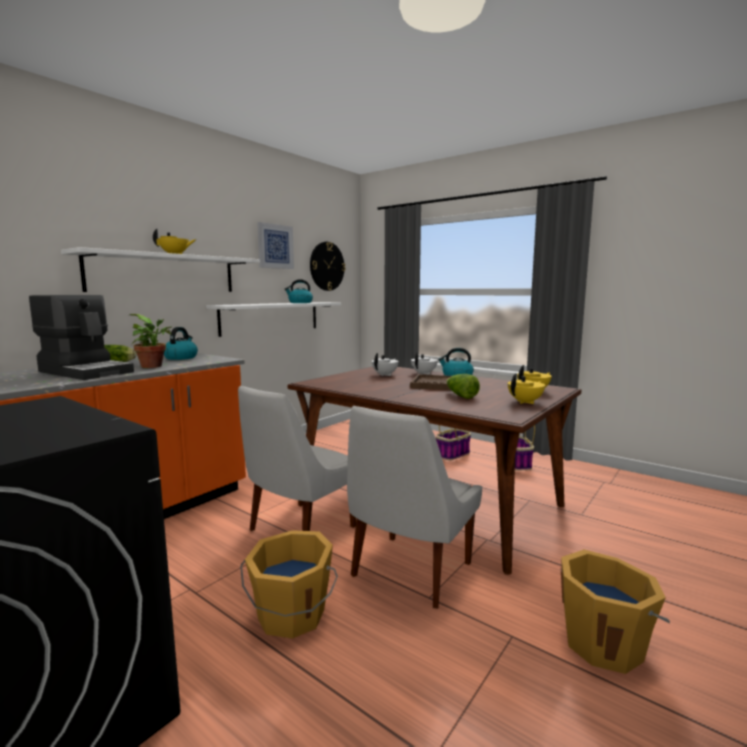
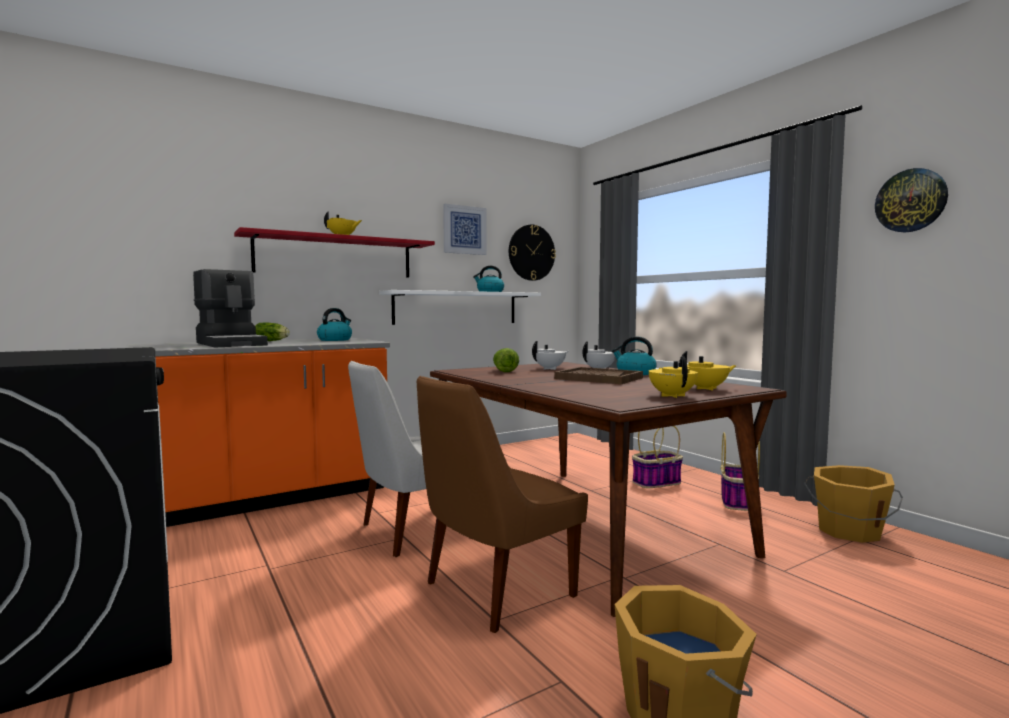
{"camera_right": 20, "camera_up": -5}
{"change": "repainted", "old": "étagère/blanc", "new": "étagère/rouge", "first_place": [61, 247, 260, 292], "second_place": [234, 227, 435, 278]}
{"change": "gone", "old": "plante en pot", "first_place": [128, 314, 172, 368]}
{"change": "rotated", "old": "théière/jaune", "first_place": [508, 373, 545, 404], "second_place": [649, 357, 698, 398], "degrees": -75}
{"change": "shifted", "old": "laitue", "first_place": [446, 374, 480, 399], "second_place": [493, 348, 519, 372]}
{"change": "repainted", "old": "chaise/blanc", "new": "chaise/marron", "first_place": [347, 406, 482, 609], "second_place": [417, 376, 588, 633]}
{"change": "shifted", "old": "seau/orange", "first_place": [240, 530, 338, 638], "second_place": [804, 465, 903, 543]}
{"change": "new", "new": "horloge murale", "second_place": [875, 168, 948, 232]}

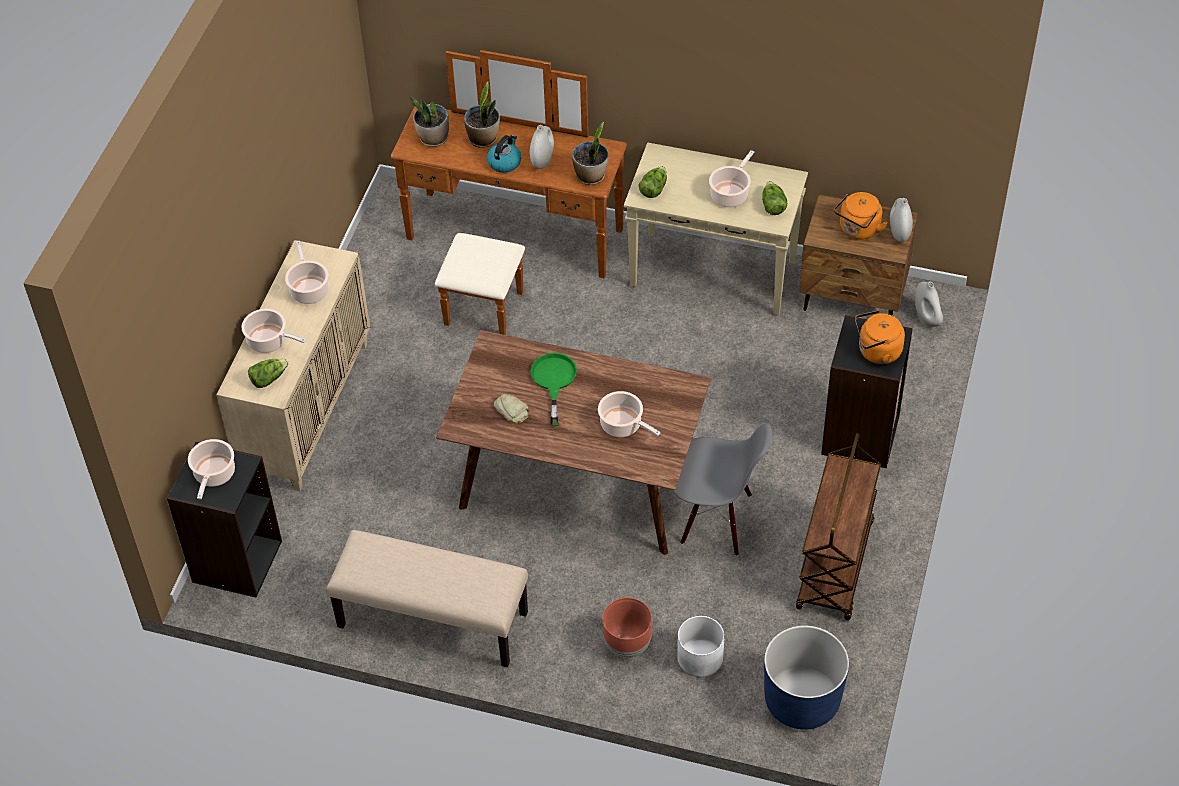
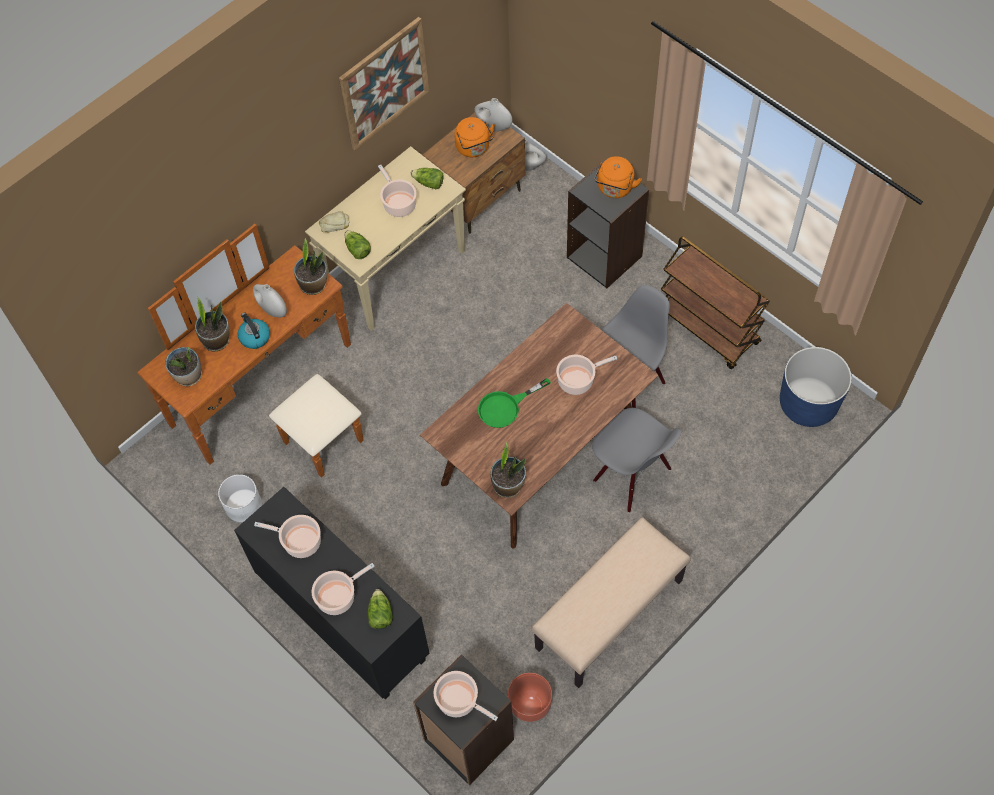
{"camera_right": -60, "camera_up": 10}
{"change": "repainted", "old": "meuble de rangement/beige", "new": "meuble de rangement/noir", "first_place": [216, 240, 370, 491], "second_place": [234, 487, 429, 700]}
{"change": "rotated", "old": "poêle/vert", "first_place": [530, 353, 577, 426], "second_place": [478, 378, 551, 428], "degrees": -60}
{"change": "shifted", "old": "pain", "first_place": [494, 394, 529, 424], "second_place": [319, 211, 350, 232]}
{"change": "shifted", "old": "cache-pot/marron", "first_place": [602, 598, 652, 658], "second_place": [508, 673, 552, 723]}
{"change": "shifted", "old": "cache-pot/blanc", "first_place": [677, 616, 725, 677], "second_place": [218, 474, 262, 523]}
{"change": "new", "new": "tableau", "second_place": [339, 17, 429, 150]}
{"change": "new", "new": "chaise/gris", "second_place": [592, 408, 682, 512]}
{"change": "new", "new": "plante en pot", "second_place": [490, 442, 526, 498]}

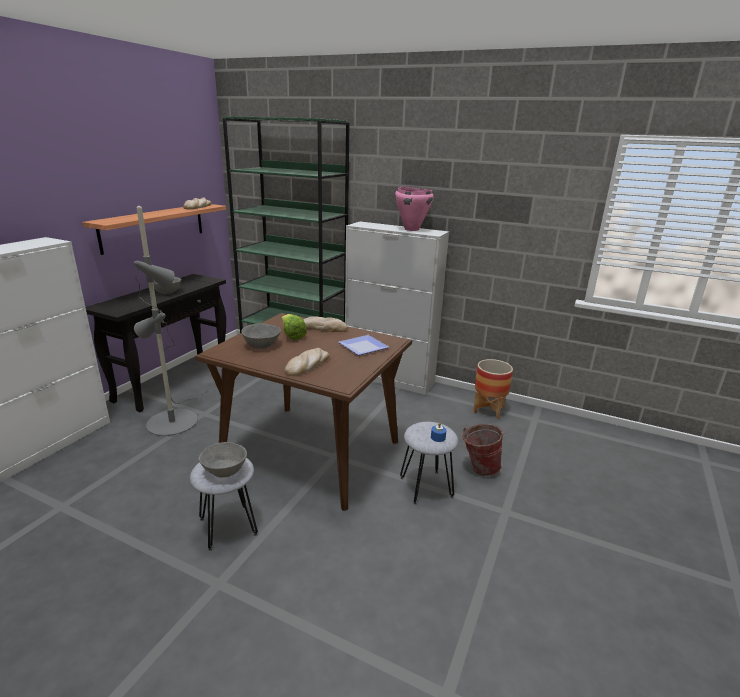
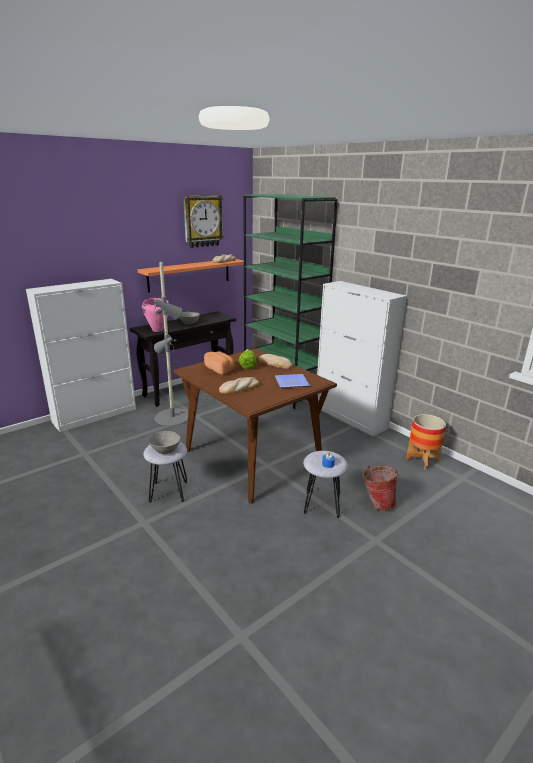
{"camera_right": 25, "camera_up": 0}
{"change": "shifted", "old": "marmite/rose", "first_place": [395, 187, 434, 231], "second_place": [142, 298, 169, 332]}
{"change": "swapped", "old": "bol/gris", "new": "pain", "first_place": [241, 324, 281, 349], "second_place": [204, 352, 235, 375]}
{"change": "new", "new": "horloge murale", "second_place": [183, 195, 224, 248]}

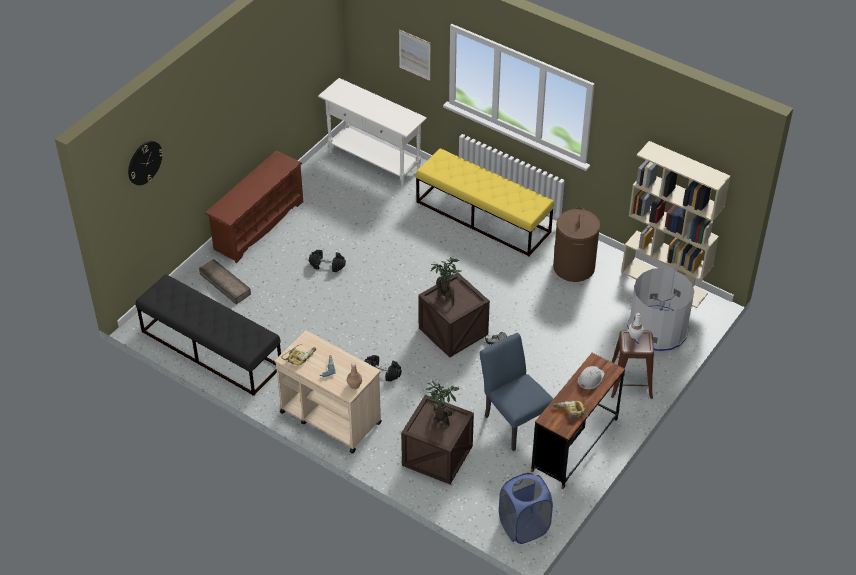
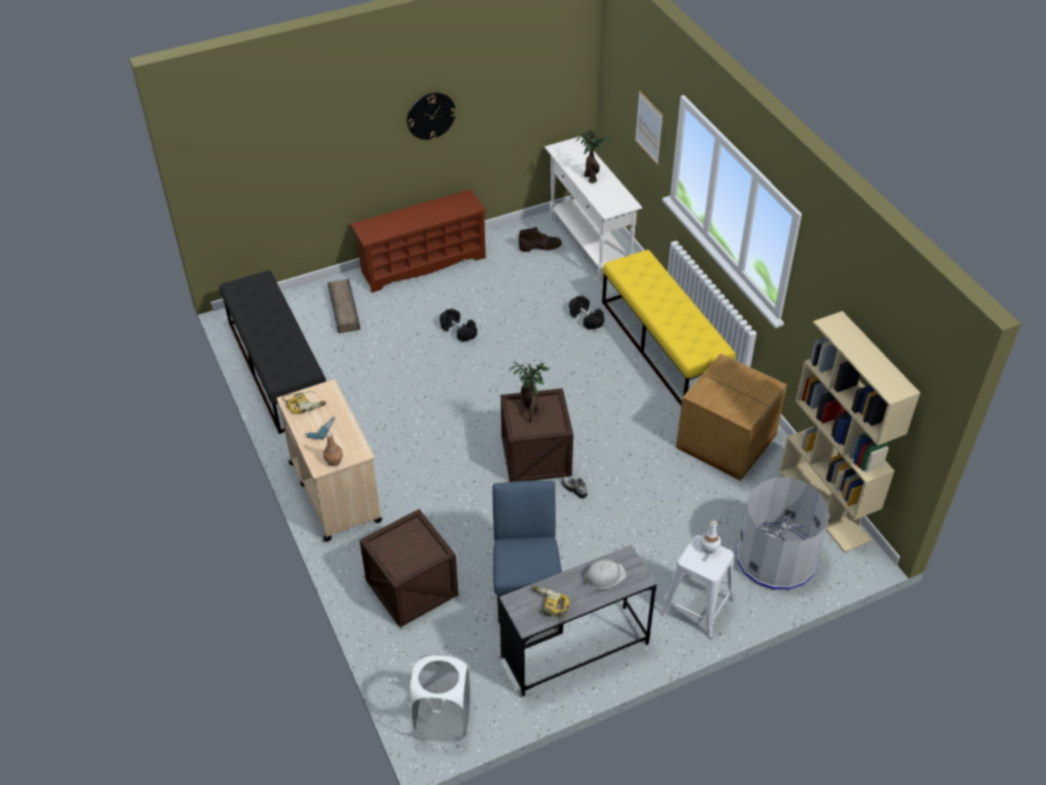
{"camera_right": 30, "camera_up": 0}
{"change": "shifted", "old": "horloge murale", "first_place": [128, 141, 163, 185], "second_place": [407, 93, 456, 140]}
{"change": "swapped", "old": "panier à linge/marron", "new": "carton", "first_place": [553, 207, 600, 282], "second_place": [676, 353, 787, 481]}
{"change": "repainted", "old": "tabouret/marron", "new": "tabouret/blanc", "first_place": [611, 330, 654, 399], "second_place": [661, 535, 734, 638]}
{"change": "repainted", "old": "bureau/marron", "new": "bureau/gris", "first_place": [531, 353, 625, 489], "second_place": [499, 545, 657, 697]}
{"change": "shifted", "old": "haltère/noir", "first_place": [364, 355, 402, 382], "second_place": [569, 296, 605, 330]}
{"change": "shifted", "old": "plante en pot", "first_place": [425, 381, 459, 427], "second_place": [576, 127, 611, 183]}
{"change": "repainted", "old": "panier à linge/bleu", "new": "panier à linge/blanc", "first_place": [499, 473, 553, 544], "second_place": [409, 653, 471, 742]}
{"change": "new", "new": "botte/marron", "second_place": [519, 227, 562, 252]}

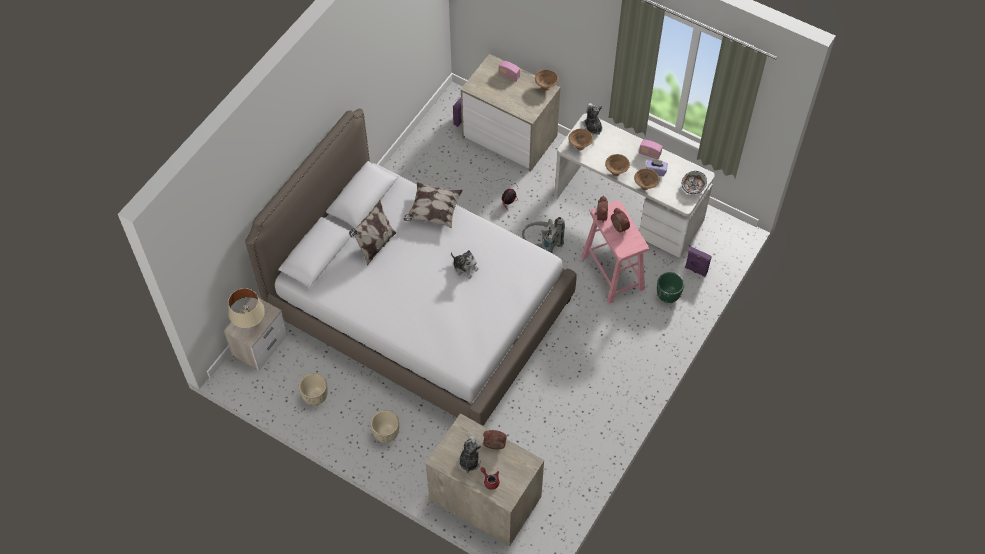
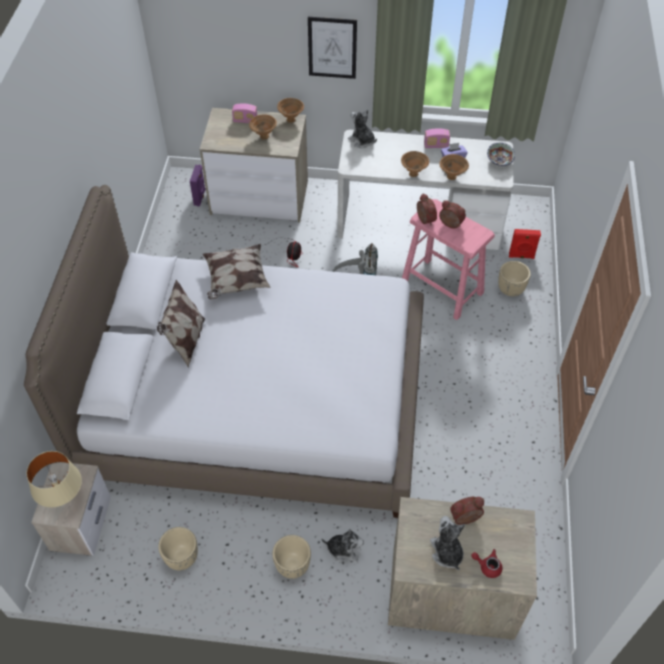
{"camera_right": -25, "camera_up": -5}
{"change": "shifted", "old": "bol/marron", "first_place": [568, 129, 593, 150], "second_place": [249, 114, 277, 140]}
{"change": "repainted", "old": "enceinte/violet", "new": "enceinte/rouge", "first_place": [685, 247, 712, 277], "second_place": [509, 229, 541, 259]}
{"change": "shifted", "old": "peluche", "first_place": [451, 250, 479, 279], "second_place": [321, 530, 364, 563]}
{"change": "repainted", "old": "cache-pot/vert", "new": "cache-pot/beige", "first_place": [657, 272, 684, 303], "second_place": [498, 261, 531, 296]}
{"change": "new", "new": "tableau", "second_place": [308, 17, 357, 79]}

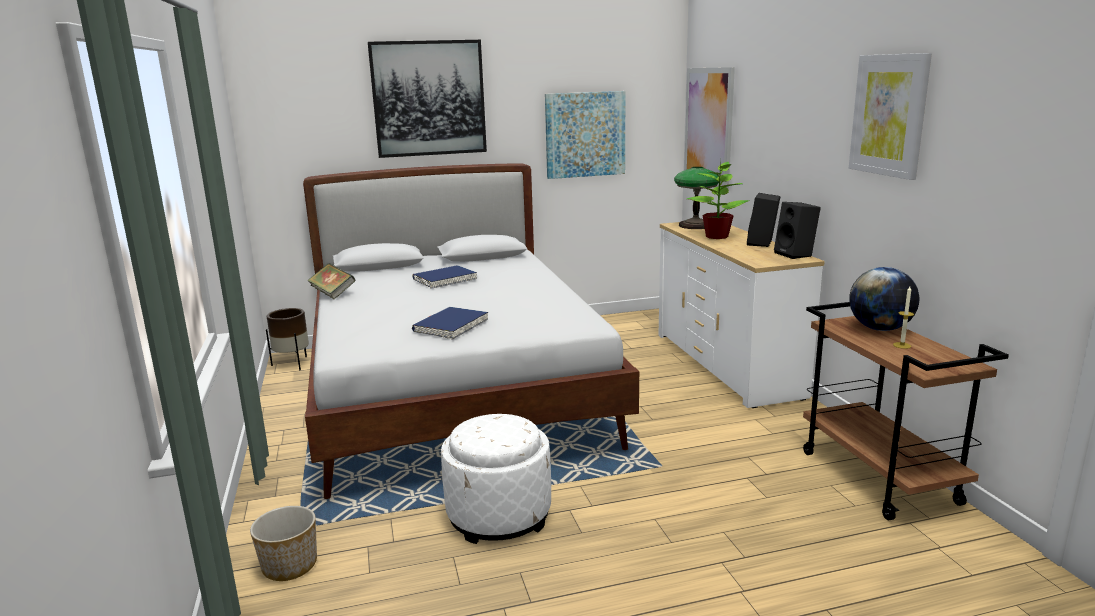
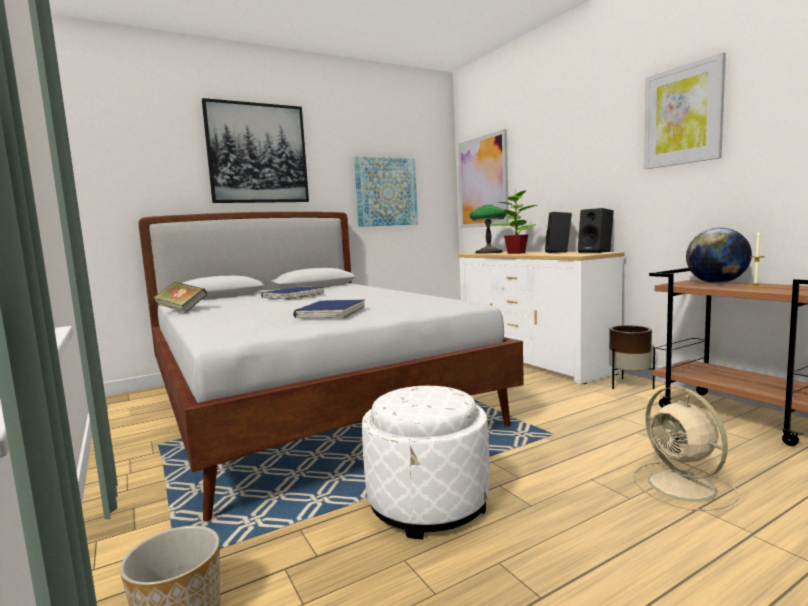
{"camera_right": -15, "camera_up": -10}
{"change": "shifted", "old": "cache-pot/marron", "first_place": [266, 308, 309, 370], "second_place": [609, 325, 655, 389]}
{"change": "new", "new": "ventilateur/beige", "second_place": [633, 387, 739, 511]}

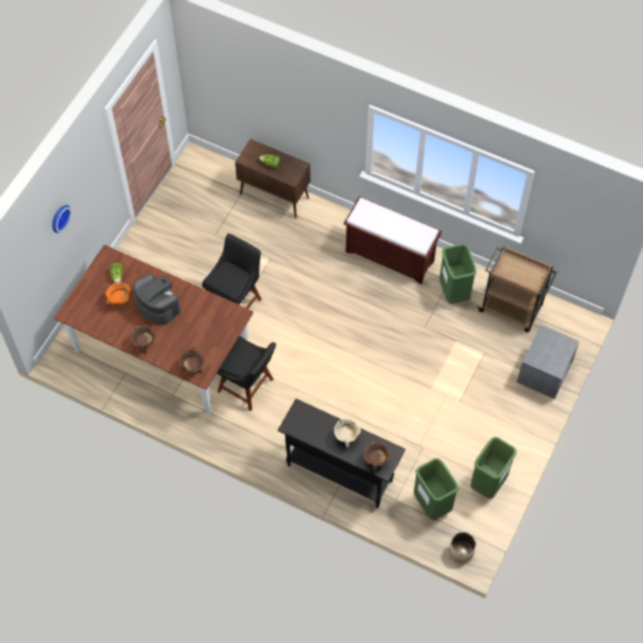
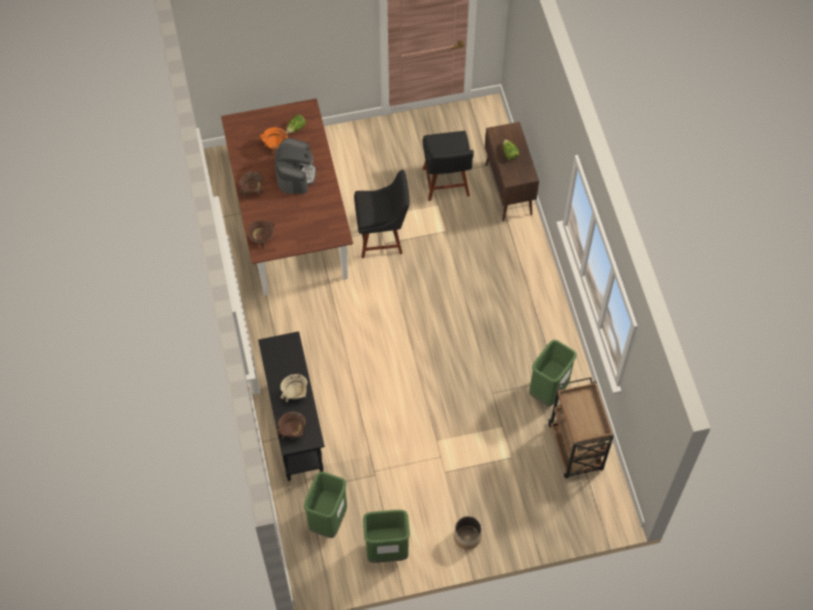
{"camera_right": 50, "camera_up": 0}
{"change": "gone", "old": "banc/marron", "first_place": [344, 196, 442, 284]}
{"change": "gone", "old": "horloge murale", "first_place": [52, 205, 72, 233]}
{"change": "gone", "old": "table de chevet/gris", "first_place": [517, 325, 579, 399]}
{"change": "shifted", "old": "chaise/noir", "first_place": [217, 336, 276, 411], "second_place": [422, 131, 474, 201]}
{"change": "shifted", "old": "cache-pot", "first_place": [449, 532, 476, 563], "second_place": [454, 516, 482, 550]}

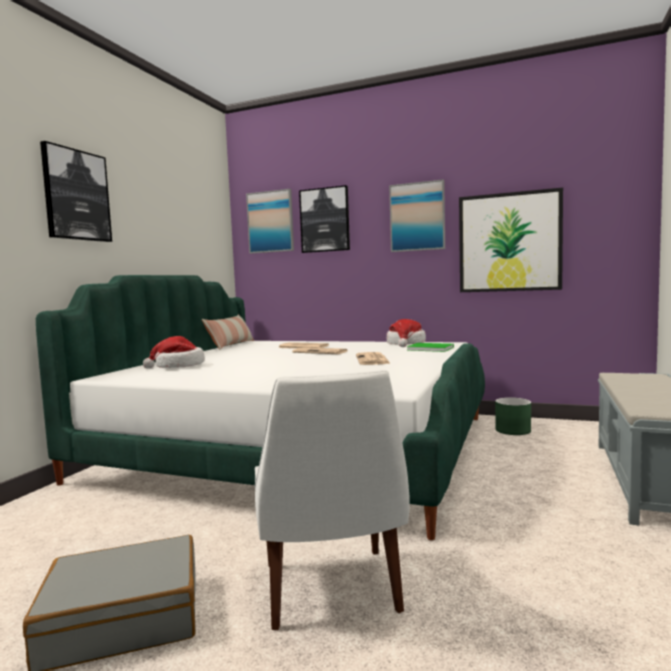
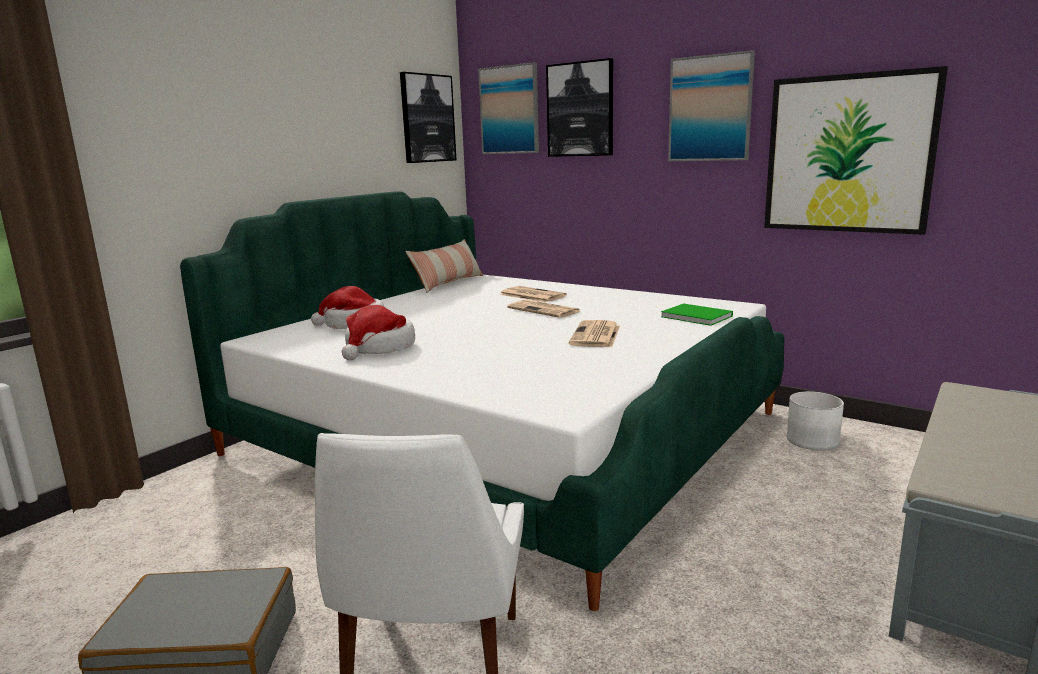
{"camera_right": 15, "camera_up": 10}
{"change": "shifted", "old": "tableau", "first_place": [40, 141, 112, 242], "second_place": [400, 72, 456, 163]}
{"change": "shifted", "old": "chapeau", "first_place": [387, 319, 426, 347], "second_place": [341, 305, 415, 360]}
{"change": "repainted", "old": "cache-pot/vert", "new": "cache-pot/blanc", "first_place": [495, 397, 531, 435], "second_place": [787, 391, 844, 451]}

